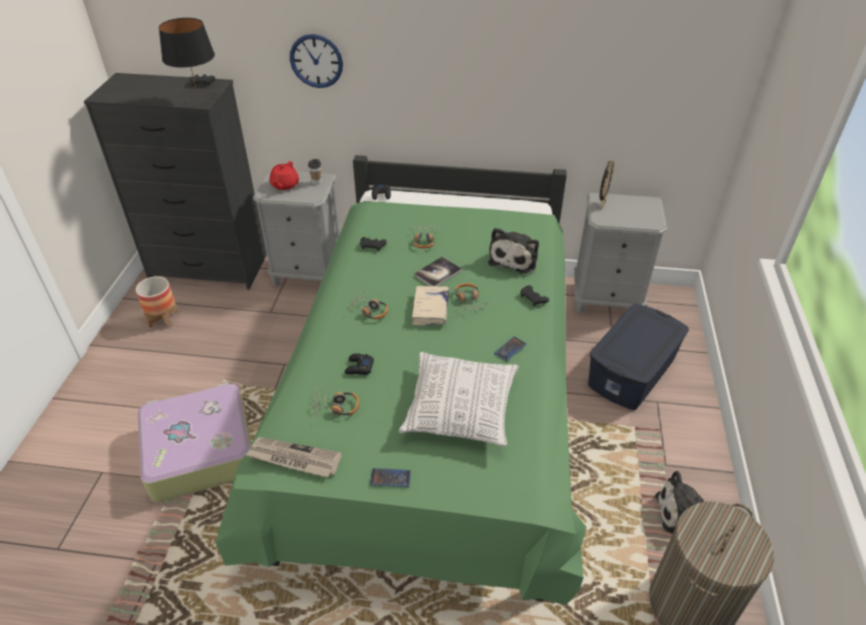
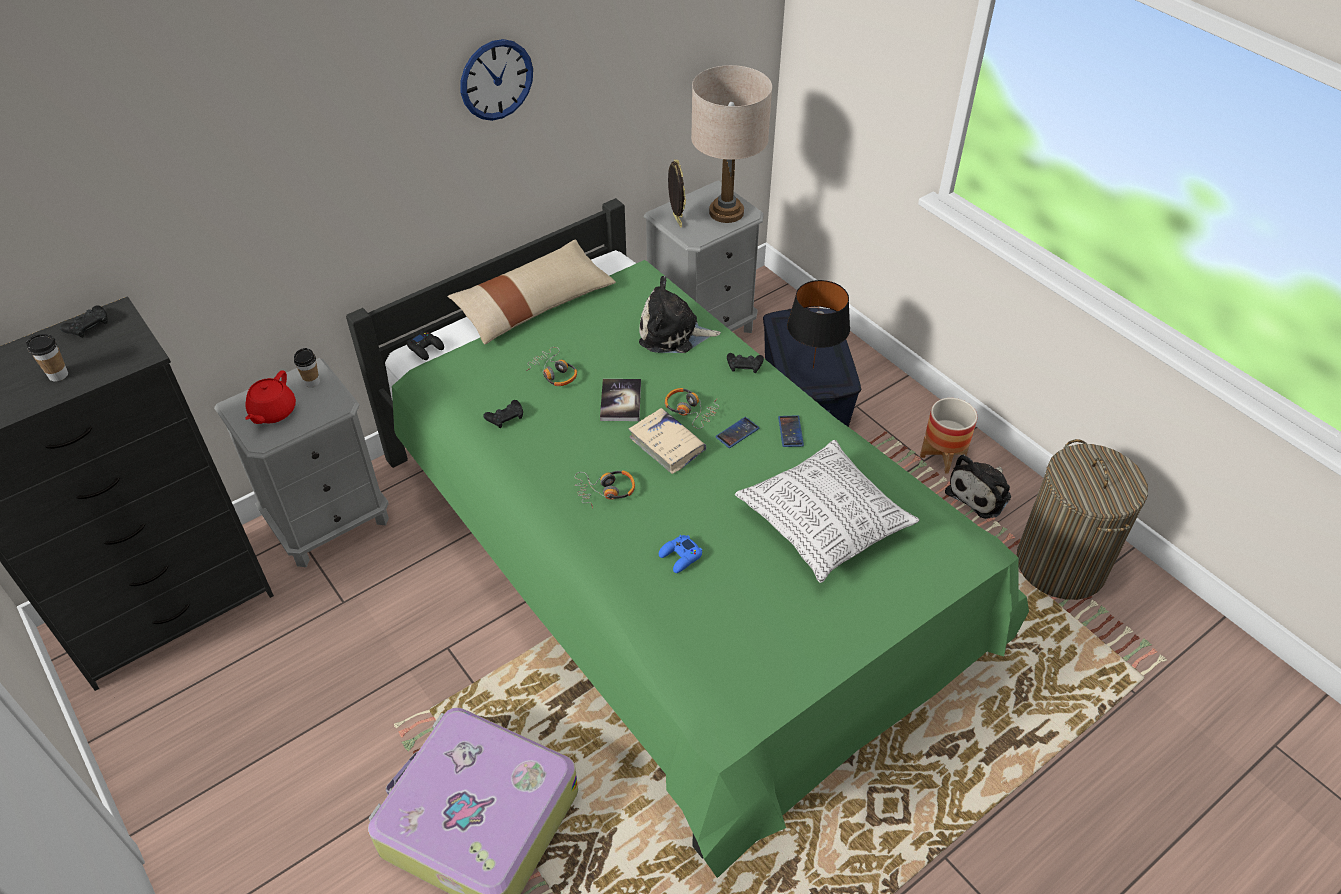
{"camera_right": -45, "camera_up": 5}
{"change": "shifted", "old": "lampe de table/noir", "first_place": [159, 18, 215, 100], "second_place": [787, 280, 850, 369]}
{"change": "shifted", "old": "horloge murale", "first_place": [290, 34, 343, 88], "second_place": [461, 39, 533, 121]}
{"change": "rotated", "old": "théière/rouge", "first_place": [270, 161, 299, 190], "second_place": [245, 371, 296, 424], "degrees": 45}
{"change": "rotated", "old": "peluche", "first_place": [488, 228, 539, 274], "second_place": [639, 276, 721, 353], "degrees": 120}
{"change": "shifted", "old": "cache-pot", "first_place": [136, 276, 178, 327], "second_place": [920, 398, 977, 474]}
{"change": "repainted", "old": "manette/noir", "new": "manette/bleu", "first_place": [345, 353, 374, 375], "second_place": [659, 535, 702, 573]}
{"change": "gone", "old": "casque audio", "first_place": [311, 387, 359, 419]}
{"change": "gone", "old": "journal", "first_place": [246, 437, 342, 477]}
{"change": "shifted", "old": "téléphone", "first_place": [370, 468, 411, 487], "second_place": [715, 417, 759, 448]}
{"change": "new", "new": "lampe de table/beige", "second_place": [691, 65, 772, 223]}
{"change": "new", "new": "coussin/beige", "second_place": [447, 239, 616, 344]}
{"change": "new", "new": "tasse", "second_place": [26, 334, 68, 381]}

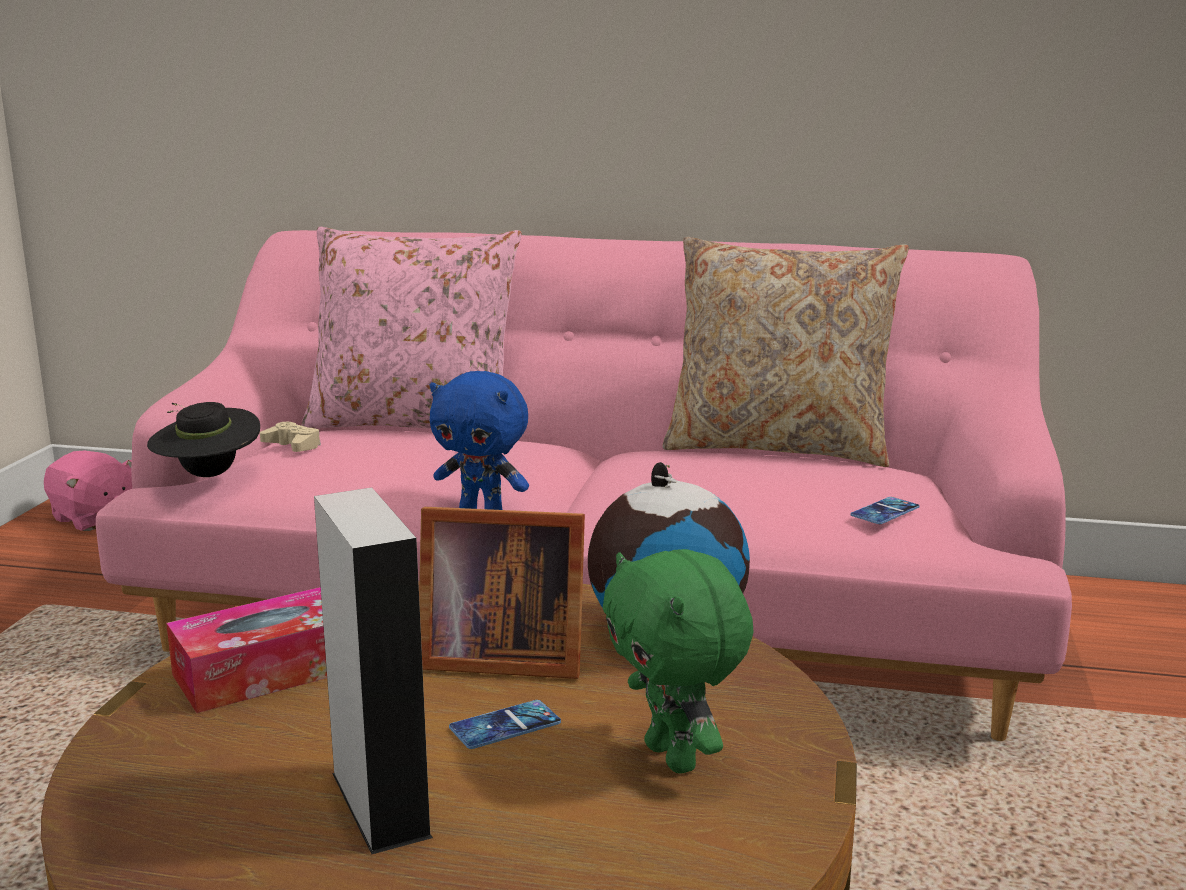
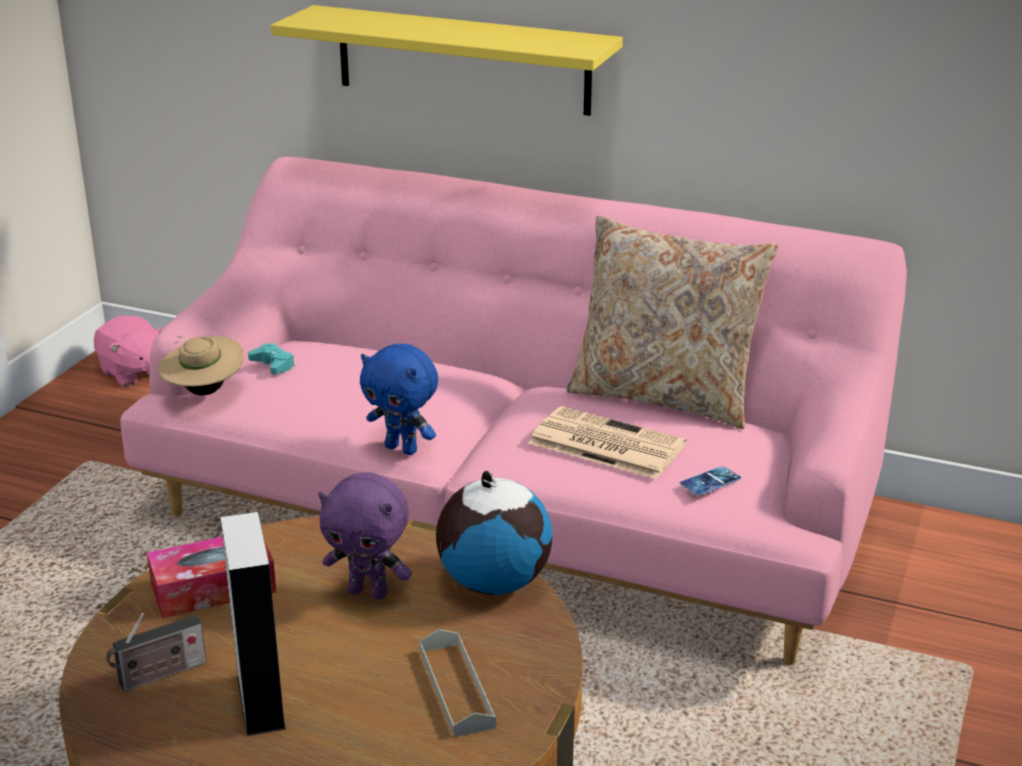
{"camera_right": 10, "camera_up": 10}
{"change": "gone", "old": "coussin/rose", "first_place": [302, 227, 522, 429]}
{"change": "repainted", "old": "chapeau/noir", "new": "chapeau/beige", "first_place": [147, 402, 260, 477], "second_place": [158, 336, 244, 395]}
{"change": "repainted", "old": "manette/beige", "new": "manette/turquoise", "first_place": [260, 422, 321, 452], "second_place": [248, 343, 295, 375]}
{"change": "swapped", "old": "cadre photo", "new": "peluche/violet", "first_place": [419, 507, 585, 679], "second_place": [318, 472, 412, 599]}
{"change": "swapped", "old": "peluche/vert", "new": "plateau/gris", "first_place": [603, 549, 754, 774], "second_place": [420, 629, 496, 737]}
{"change": "gone", "old": "téléphone", "first_place": [449, 700, 561, 749]}
{"change": "new", "new": "étagère/jaune", "second_place": [271, 5, 623, 116]}
{"change": "new", "new": "journal", "second_place": [529, 406, 686, 479]}
{"change": "new", "new": "radio", "second_place": [106, 613, 206, 692]}

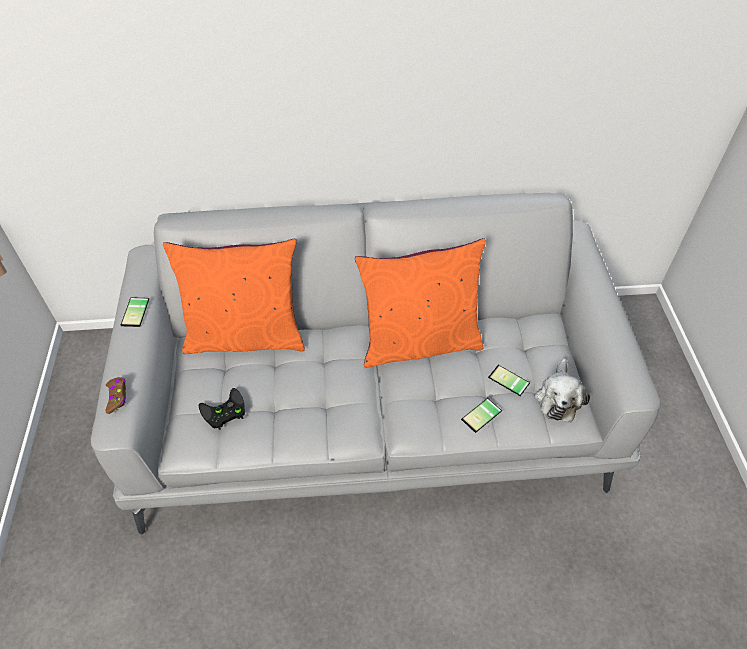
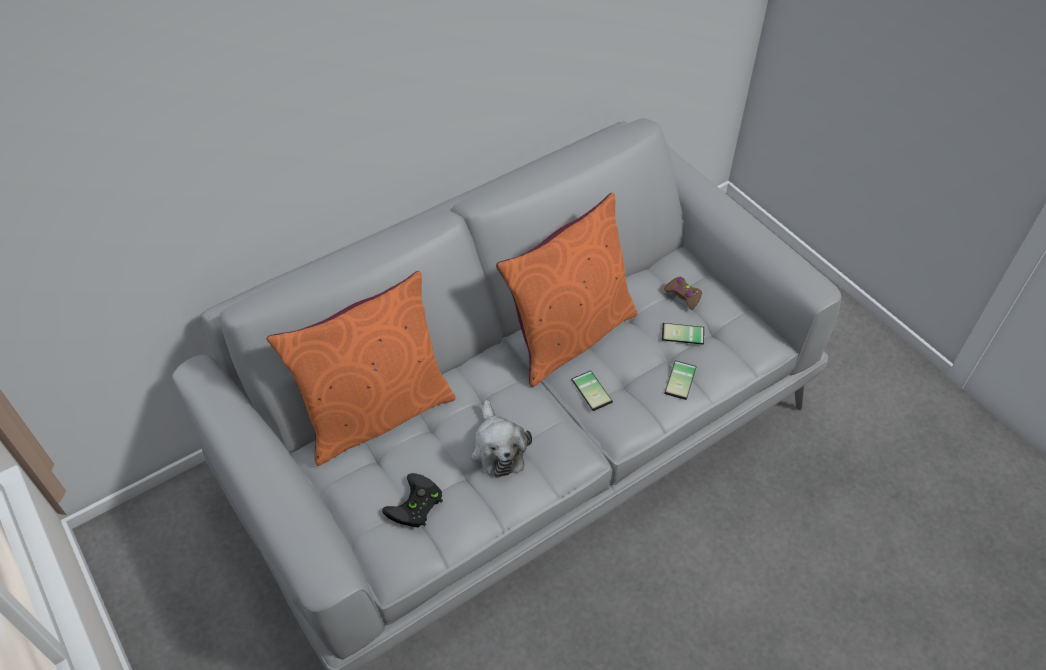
{"camera_right": -30, "camera_up": 0}
{"change": "shifted", "old": "téléphone", "first_place": [120, 297, 149, 327], "second_place": [571, 371, 613, 411]}
{"change": "shifted", "old": "peluche", "first_place": [534, 358, 590, 422], "second_place": [471, 400, 532, 478]}
{"change": "shifted", "old": "manette/marron", "first_place": [106, 377, 126, 414], "second_place": [664, 277, 702, 310]}

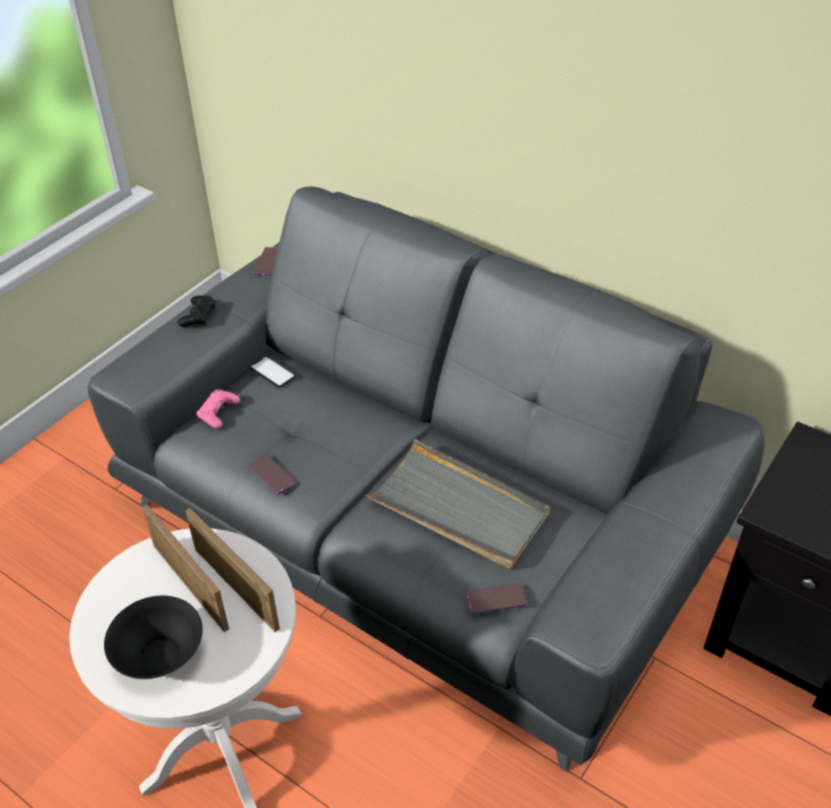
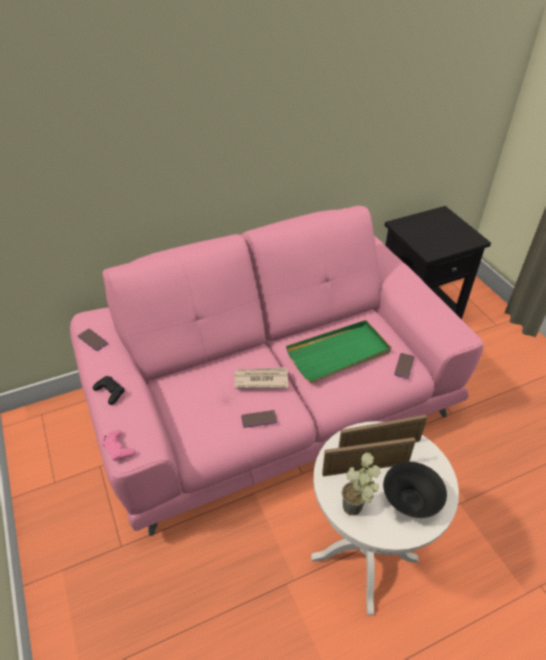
{"camera_right": -60, "camera_up": 0}
{"change": "repainted", "old": "canapé/gris", "new": "canapé/rose", "first_place": [88, 186, 765, 772], "second_place": [70, 206, 483, 536]}
{"change": "gone", "old": "téléphone", "first_place": [250, 356, 296, 388]}
{"change": "shifted", "old": "manette/rose", "first_place": [197, 389, 240, 429], "second_place": [101, 430, 136, 461]}
{"change": "repainted", "old": "plateau/gris", "new": "plateau/vert", "first_place": [366, 438, 550, 568], "second_place": [286, 320, 391, 383]}
{"change": "new", "new": "journal", "second_place": [234, 367, 288, 389]}
{"change": "new", "new": "plante en pot", "second_place": [342, 452, 380, 515]}

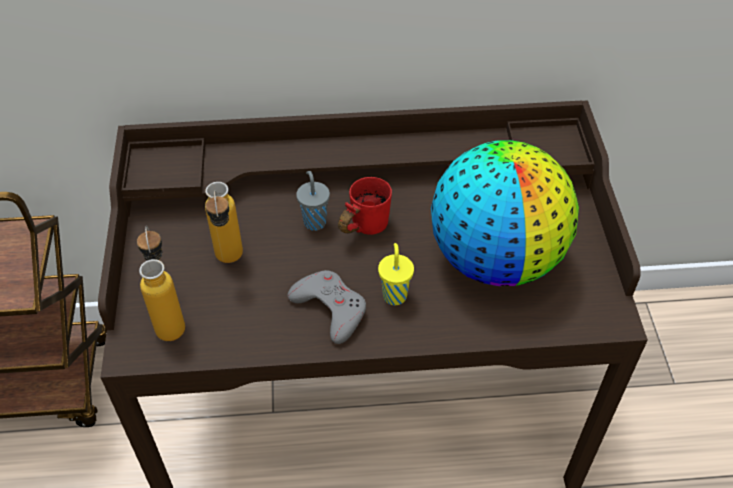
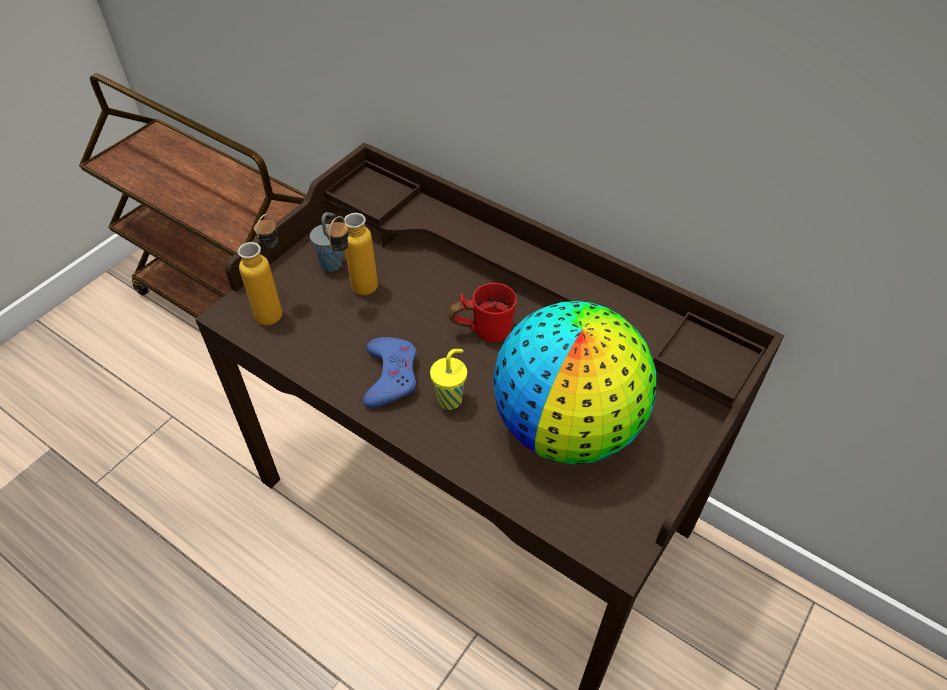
{"camera_right": 40, "camera_up": 0}
{"change": "shifted", "old": "tasse/gris", "first_place": [296, 171, 330, 231], "second_place": [310, 212, 342, 272]}
{"change": "repainted", "old": "manette/gris", "new": "manette/bleu", "first_place": [288, 270, 366, 344], "second_place": [363, 337, 417, 408]}

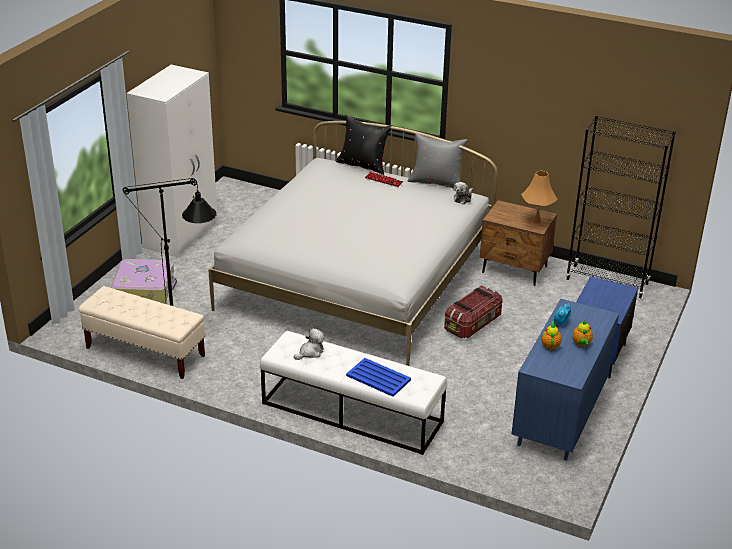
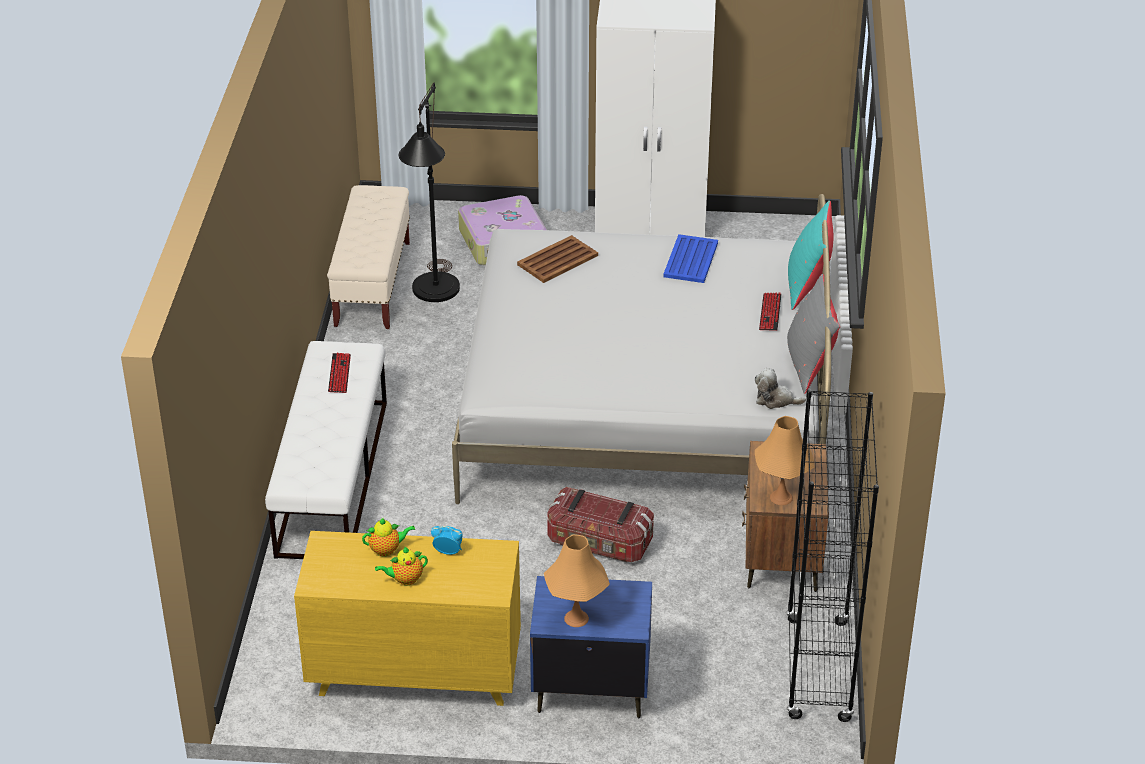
{"camera_right": 70, "camera_up": 5}
{"change": "repainted", "old": "coussin/noir", "new": "coussin/turquoise", "first_place": [336, 115, 392, 175], "second_place": [788, 201, 833, 310]}
{"change": "repainted", "old": "commode/bleu", "new": "commode/jaune", "first_place": [512, 299, 619, 461], "second_place": [294, 531, 521, 706]}
{"change": "swapped", "old": "peluche", "new": "clavier", "first_place": [294, 328, 324, 360], "second_place": [328, 353, 351, 393]}
{"change": "shifted", "old": "plateau/bleu", "first_place": [346, 358, 411, 397], "second_place": [663, 234, 718, 283]}
{"change": "new", "new": "plateau/marron", "second_place": [517, 235, 598, 283]}
{"change": "new", "new": "lampe de table/orange", "second_place": [544, 535, 610, 627]}

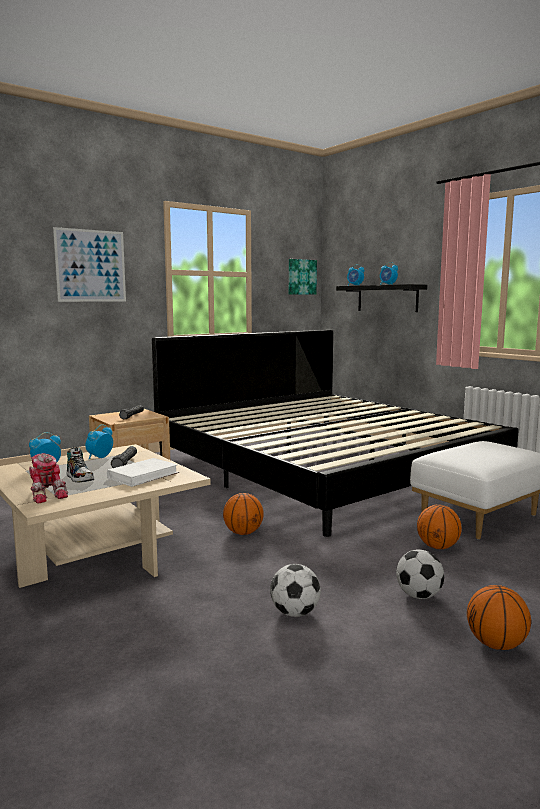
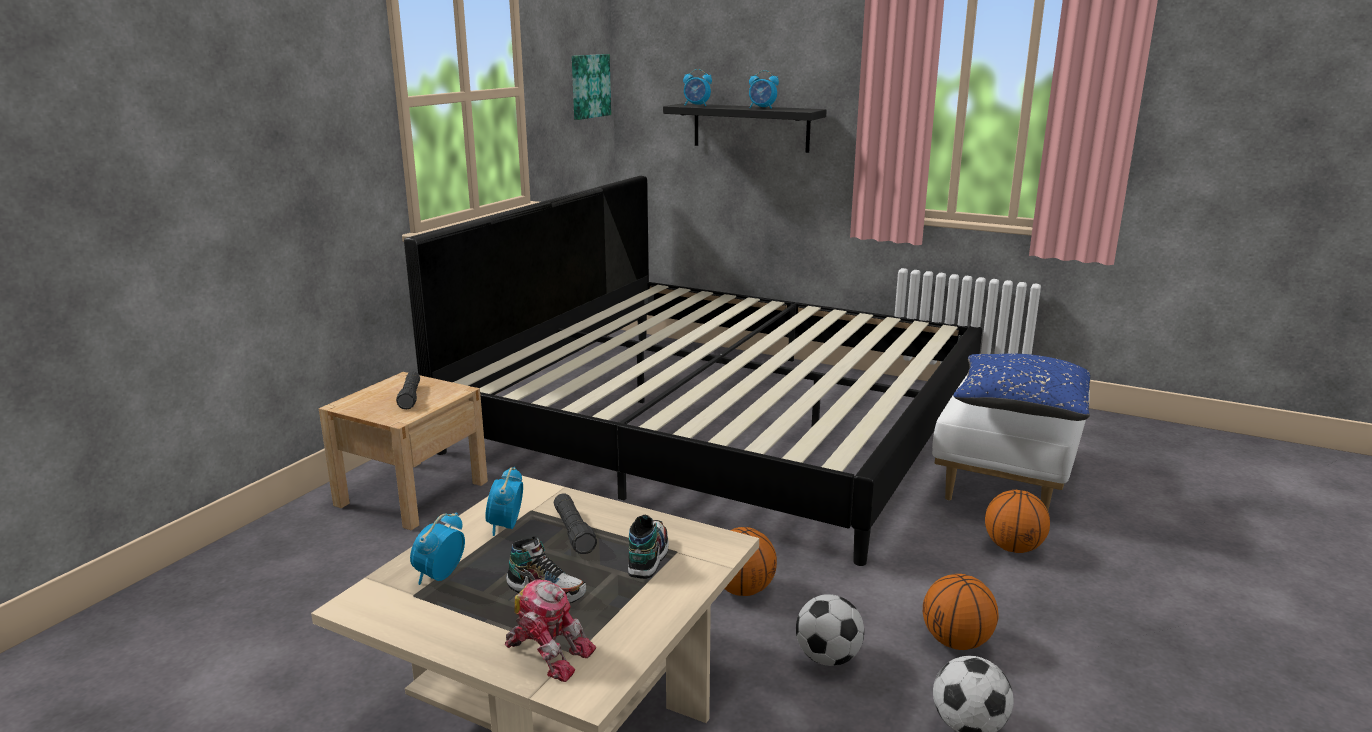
{"camera_right": -25, "camera_up": 10}
{"change": "gone", "old": "tableau", "first_place": [53, 227, 126, 302]}
{"change": "swapped", "old": "livre/blanc", "new": "chaussure", "first_place": [107, 458, 179, 487], "second_place": [628, 515, 669, 579]}
{"change": "shifted", "old": "ballon de foot", "first_place": [396, 550, 444, 599], "second_place": [796, 594, 864, 666]}
{"change": "shifted", "old": "ballon de basket", "first_place": [467, 585, 531, 650], "second_place": [923, 574, 999, 650]}
{"change": "new", "new": "coussin/bleu", "second_place": [953, 354, 1091, 421]}

